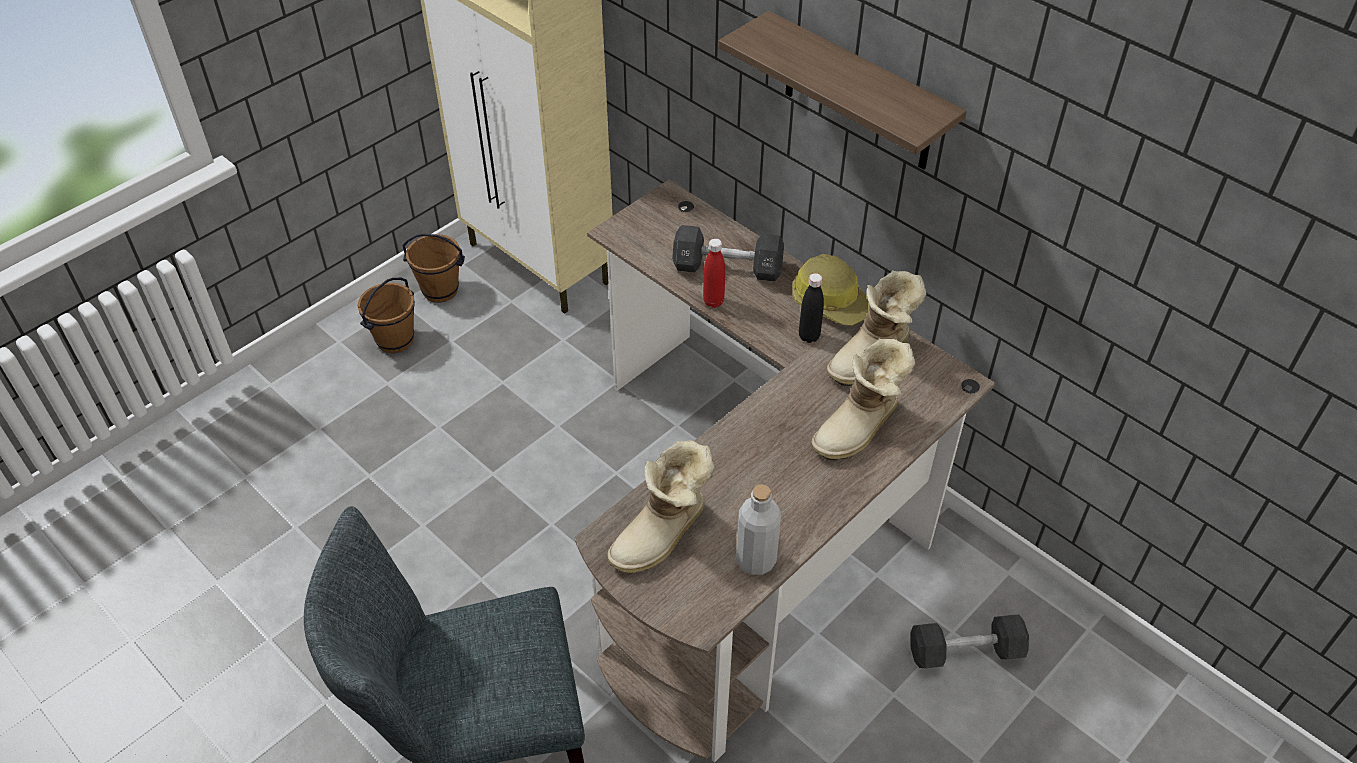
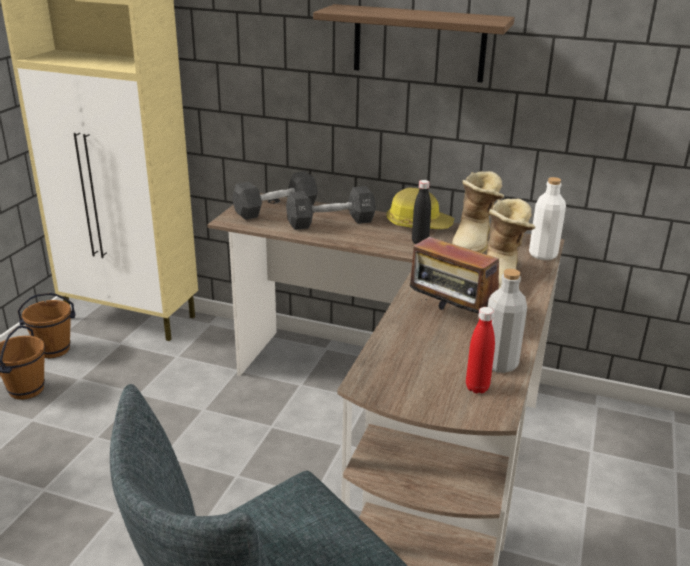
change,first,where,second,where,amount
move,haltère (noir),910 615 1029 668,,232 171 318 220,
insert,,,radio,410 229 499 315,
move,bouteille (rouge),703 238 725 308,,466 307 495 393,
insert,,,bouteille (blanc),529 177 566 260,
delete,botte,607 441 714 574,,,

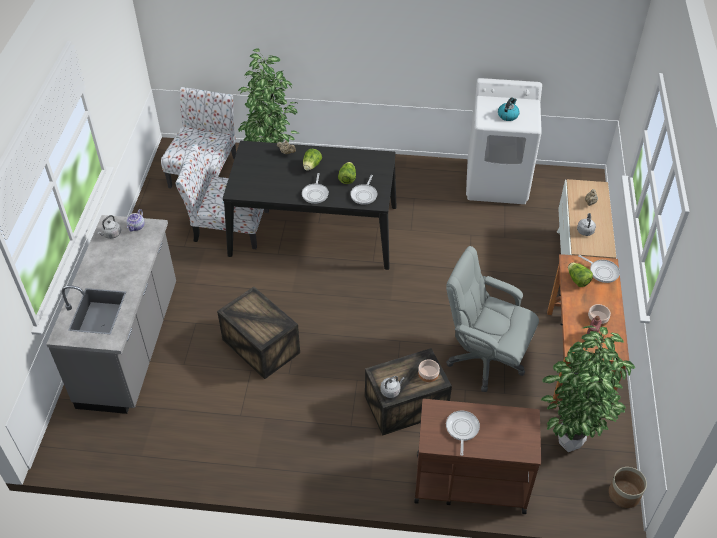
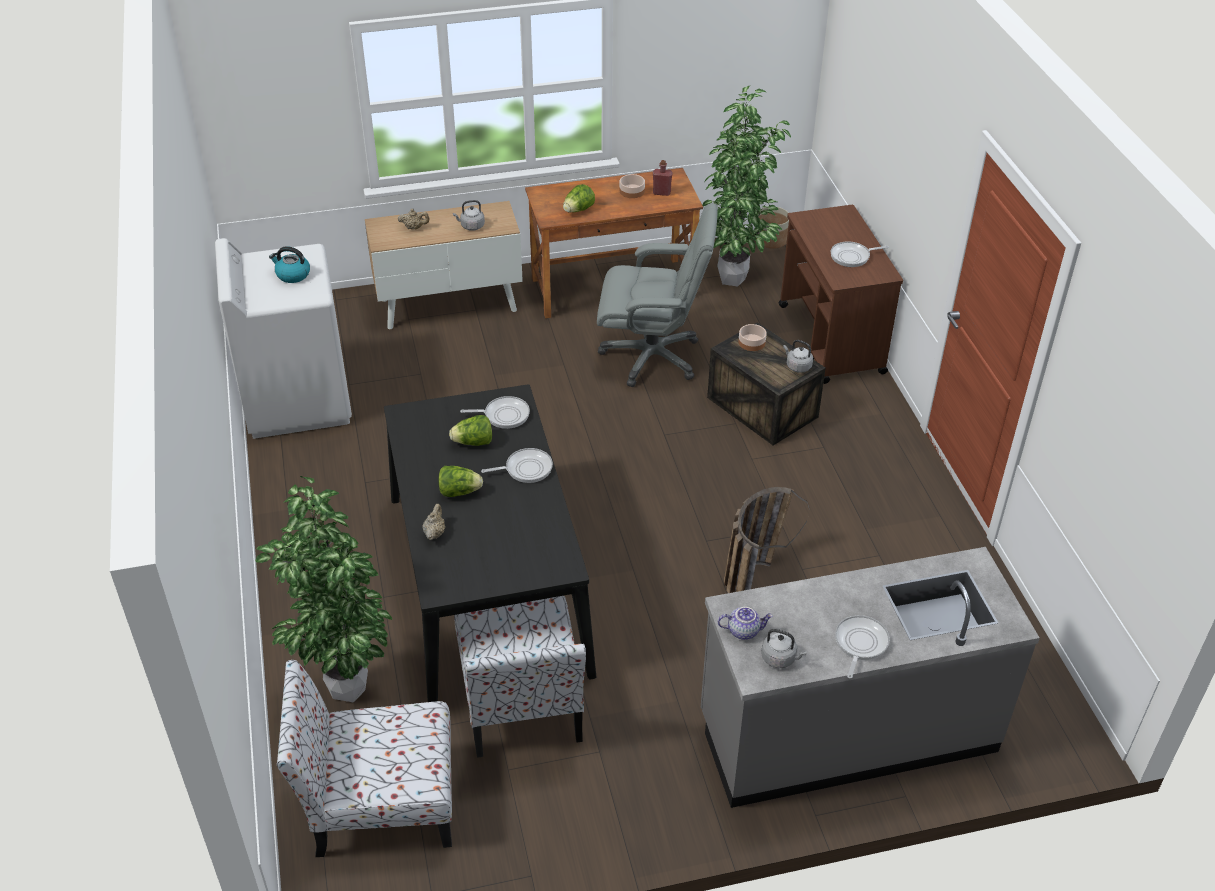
change,first,where,second,where,amount
rotate,chaise de bureau (gris),446 246 539 392,,597 203 718 387,90 degrees counterclockwise
replace,caisse,217 287 300 379,panier,724 487 810 593,
move,poêle,578 255 620 283,,835 615 890 679,

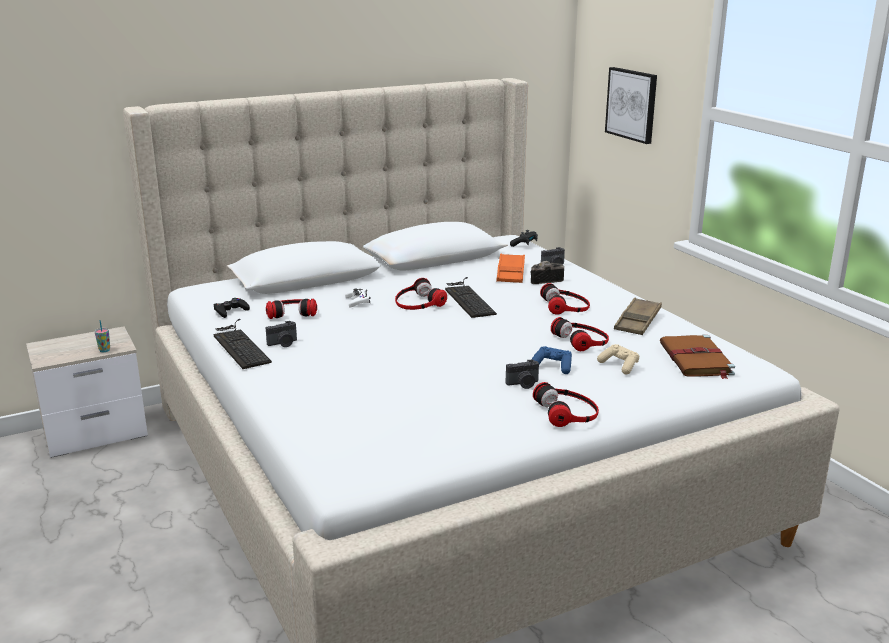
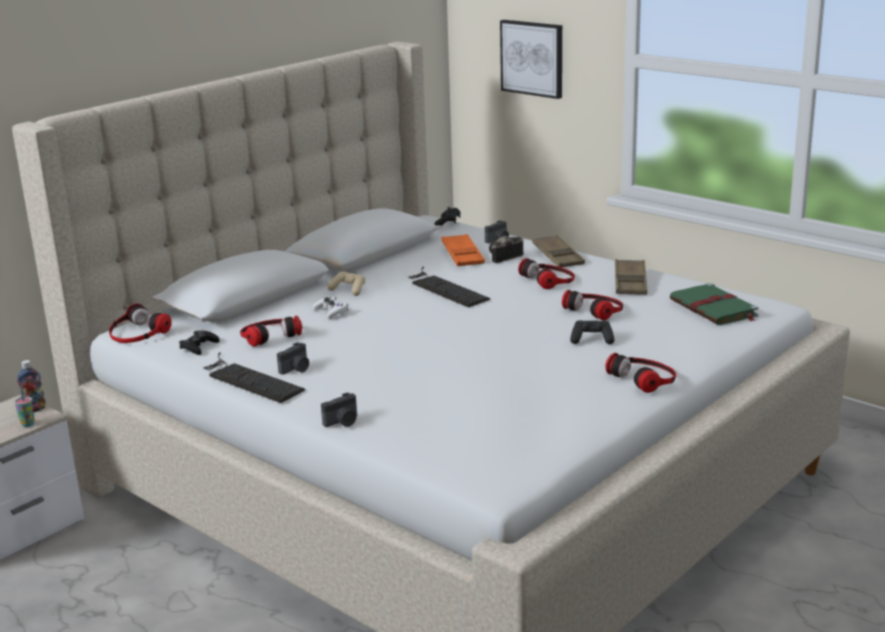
change,first,where,second,where,amount
insert,,,bouteille,17 360 45 412,
move,casque audio,395 278 447 310,,109 303 172 343,
move,appareil photo,506 359 539 389,,321 393 357 427,
move,manette (beige),597 344 639 375,,327 271 365 296,
insert,,,plateau (marron),532 235 585 267,
recolor,manette (bleu),531 346 572 374,manette (noir),570 320 615 344,
recolor,livre (marron),660 335 735 379,livre (vert),670 283 759 325,

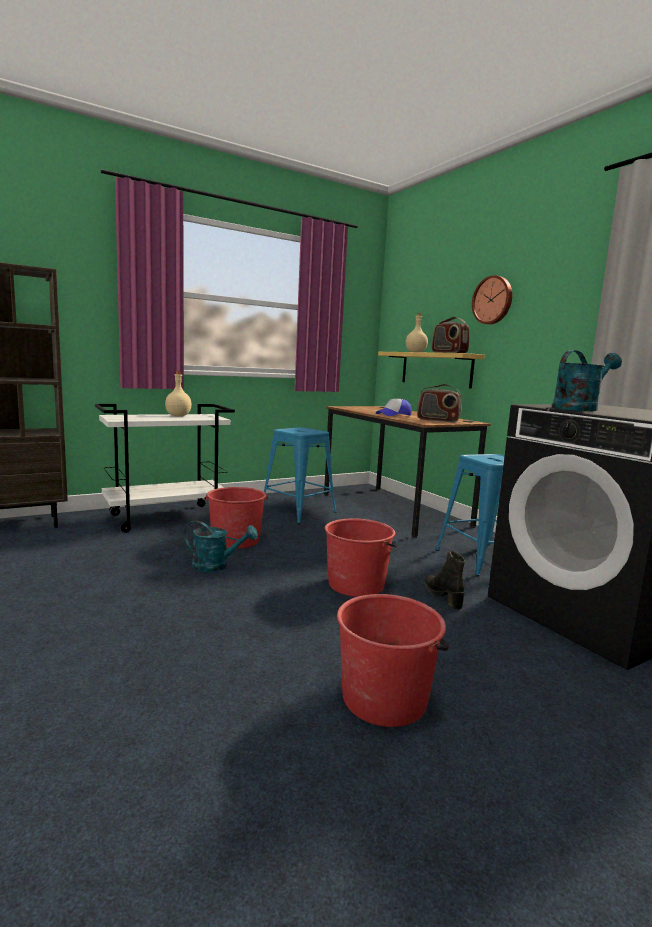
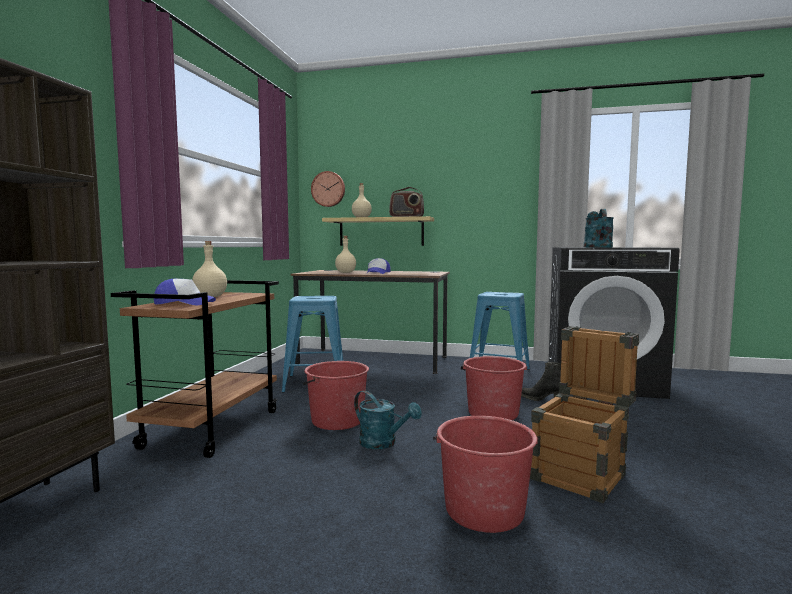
change,first,where,second,where,amount
recolor,chariot (blanc),95 404 235 533,chariot (marron),111 280 279 458,
insert,,,casquette,154 279 216 305,
move,horloge murale,472 275 512 324,,311 171 345 207,
insert,,,bouteille (beige),335 236 356 273,
rotate,arrosoir (turquoise),184 520 258 572,,354 390 422 449,75 degrees clockwise
move,seau (rouge),337 594 449 727,,433 416 539 533,
insert,,,caisse,530 326 639 503,
delete,radio,417 384 461 422,,,

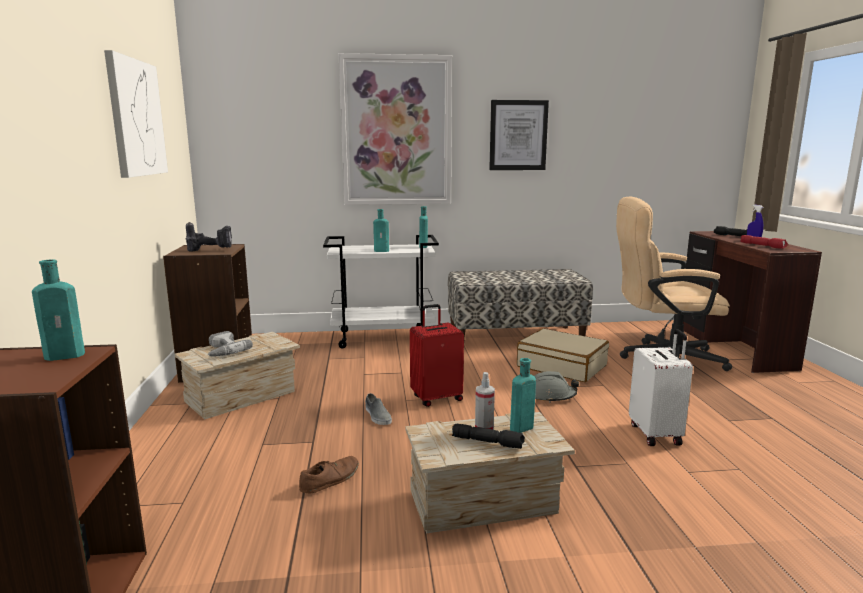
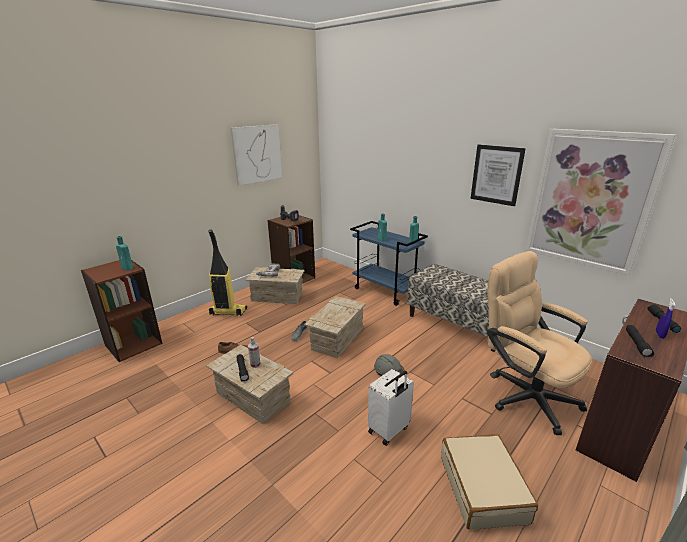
change,first,where,second,where,amount
insert,,,aspirateur,208 230 247 316,
replace,valise (rouge),410 304 464 407,caisse,304 296 366 358,
recolor,chariot (blanc),323 235 439 348,chariot (bleu),350 221 428 306,
move,valise (beige),517 328 609 382,,441 434 538 530,
move,tableau,339 53 452 205,,525 129 676 276,
recolor,lampe de poche (rouge),740 235 788 249,lampe de poche (noir),626 325 654 357,
delete,bouteille (turquoise),510 358 536 433,,,

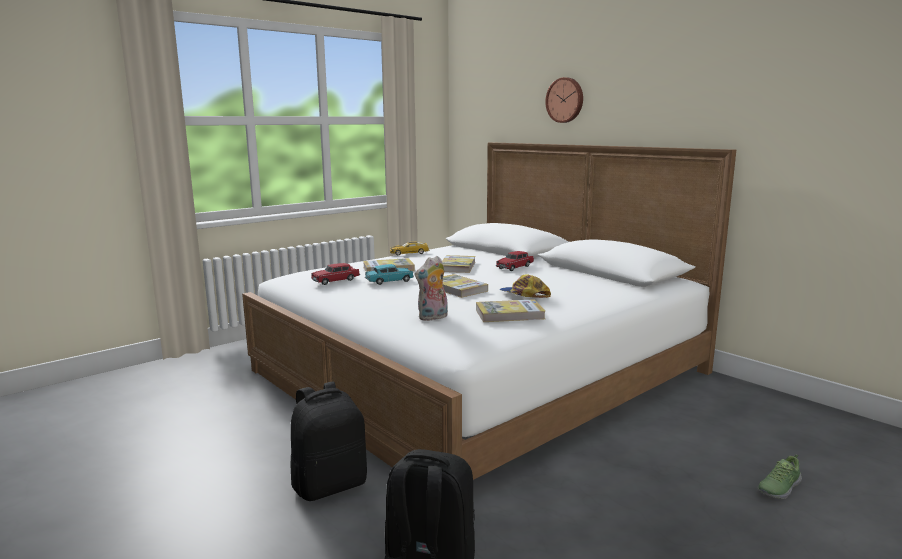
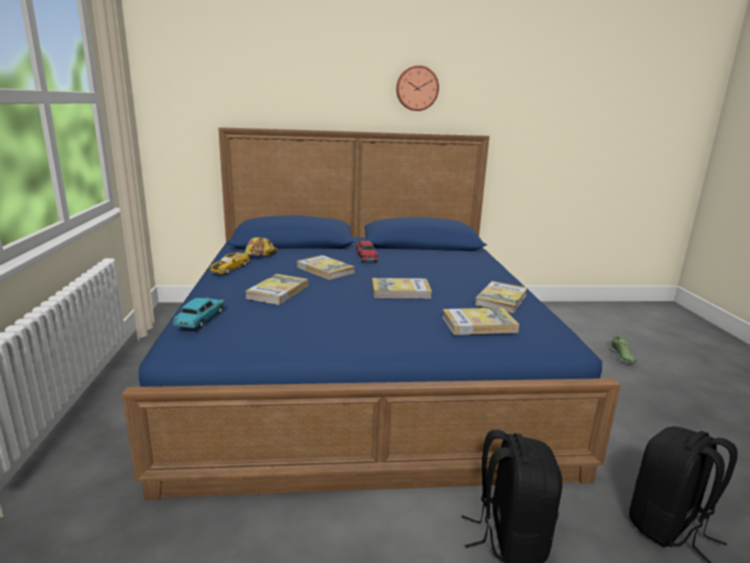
change,first,where,second,where,amount
recolor,lit (blanc),242 142 736 480,lit (bleu),122 127 621 501,
move,petite voiture (turquoise),365 264 414 285,,173 297 226 329,
move,casquette,500 274 551 298,,235 237 277 255,
move,horloge murale,545 77 583 123,,396 65 439 111,
replace,peluche,415 256 448 321,livre,442 308 519 335,
delete,petite voiture (rouge),311 263 360 285,,,

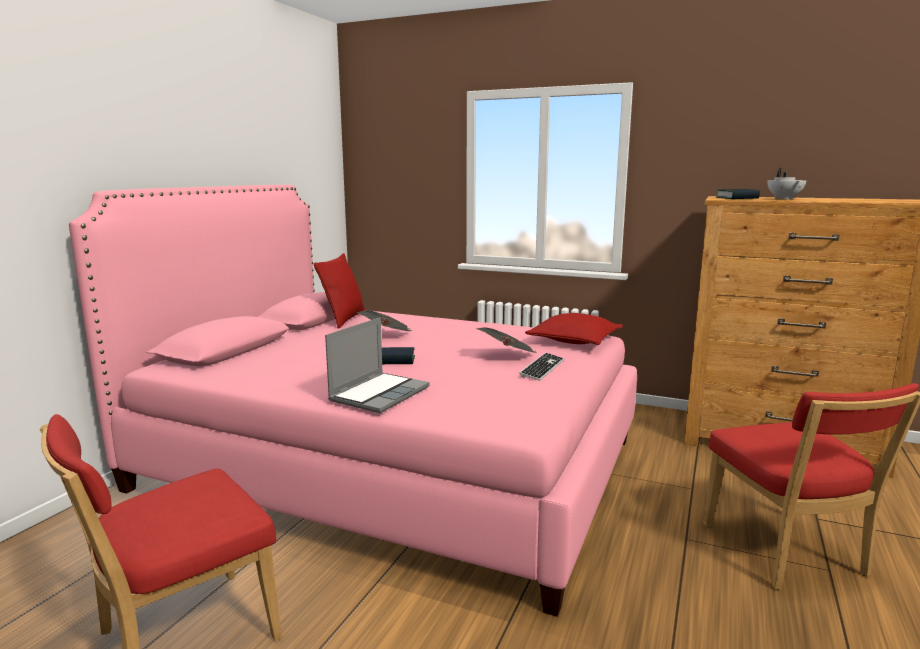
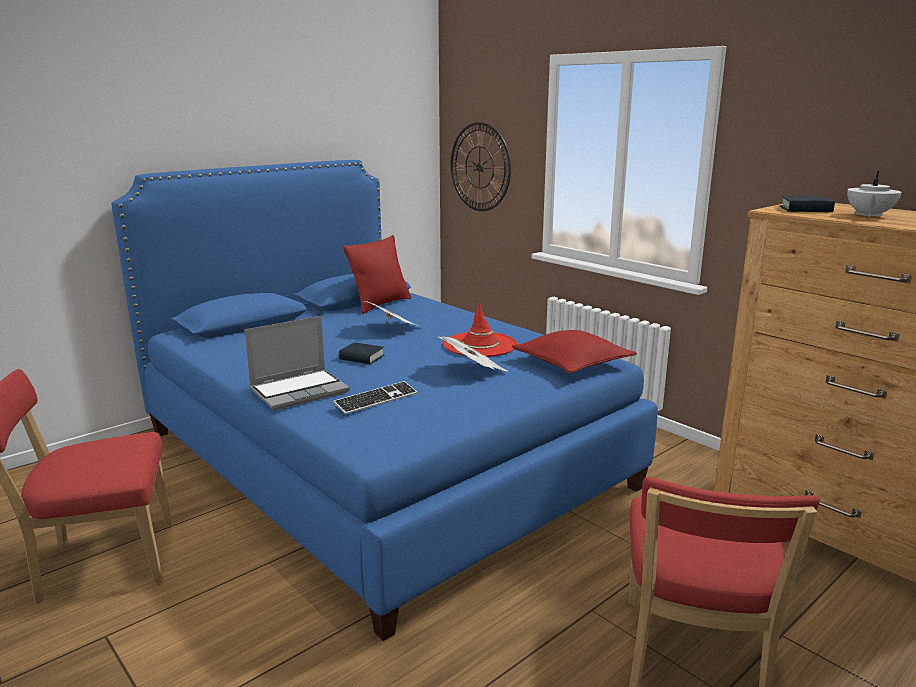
change,first,where,second,where,amount
recolor,lit (rose),69 185 637 617,lit (bleu),111 160 657 641,
move,clavier,519 353 564 381,,333 381 418 414,
insert,,,chapeau (rouge),444 302 517 357,
insert,,,horloge murale,451 122 511 211,

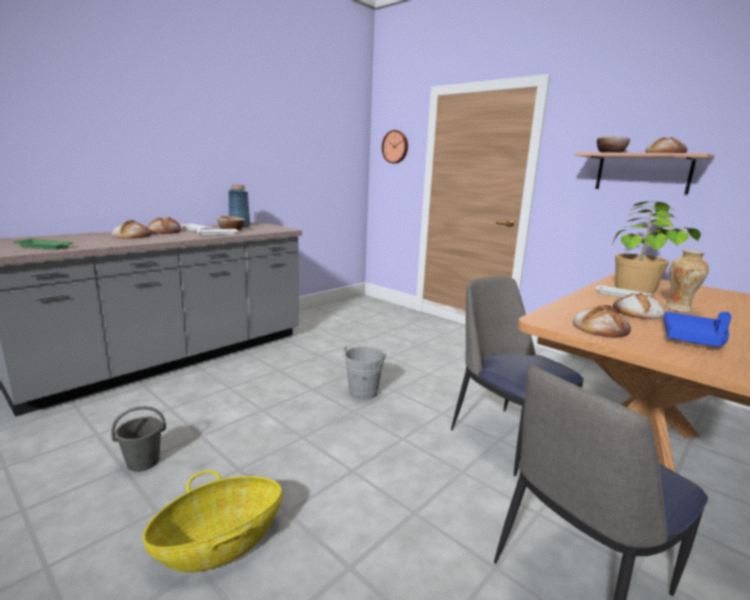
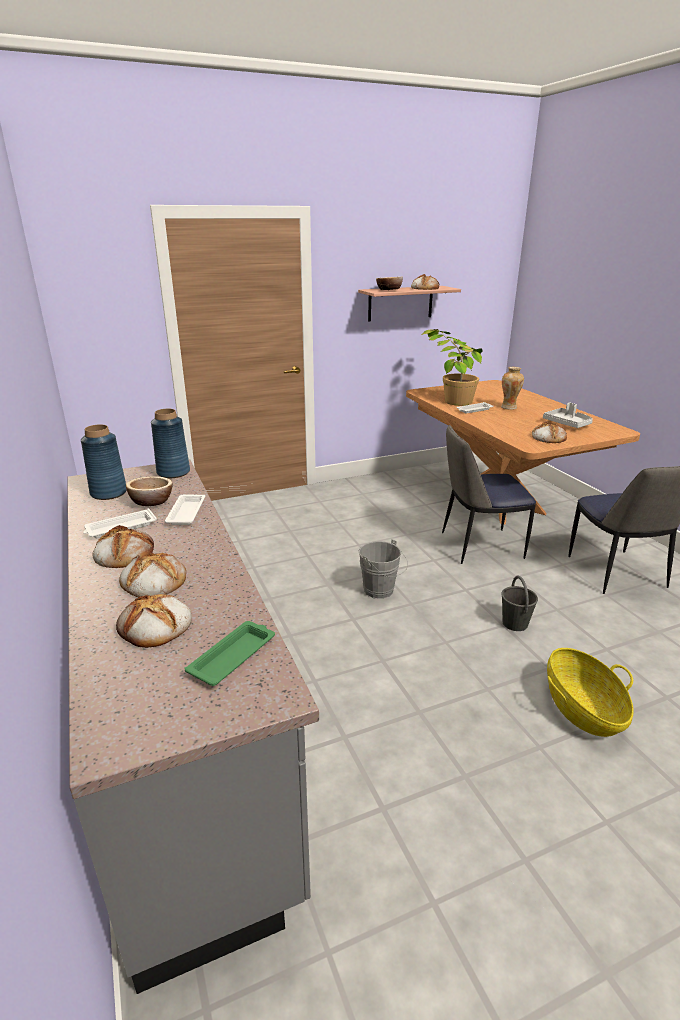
change,first,where,second,where,amount
move,pain,613 293 665 319,,116 594 192 648,
insert,,,vase (bleu),151 409 190 478,
move,seau (gris),111 406 166 472,,501 576 538 631,
recolor,plateau (bleu),663 311 732 347,plateau (gris),543 403 593 428,
delete,horloge murale,382 130 408 164,,,

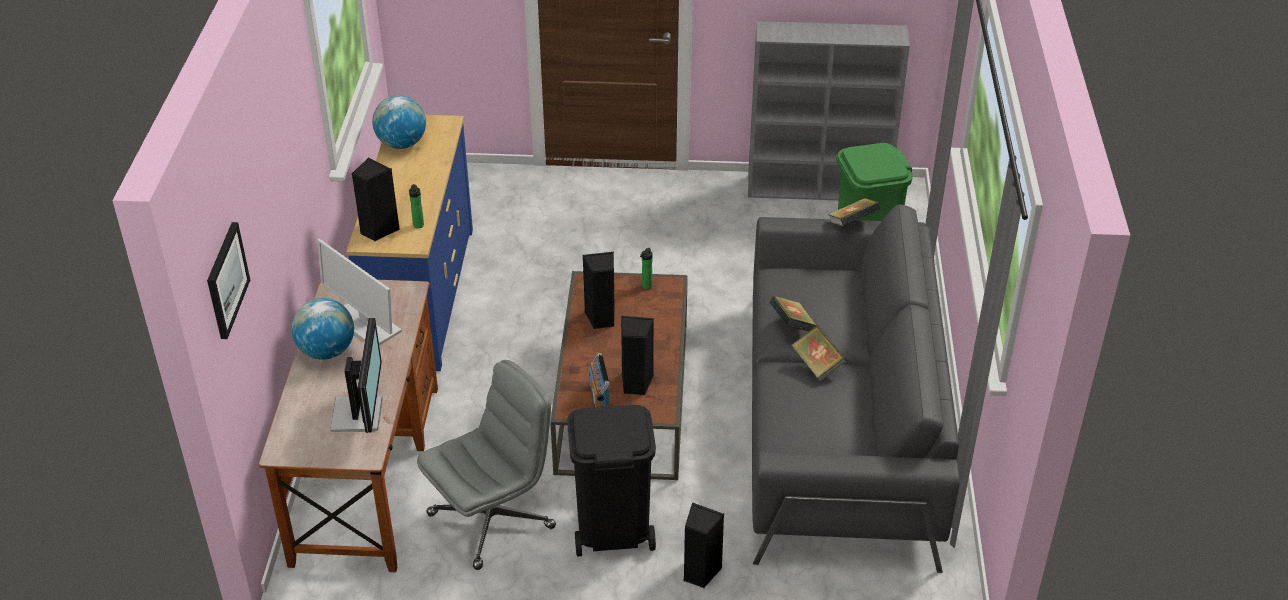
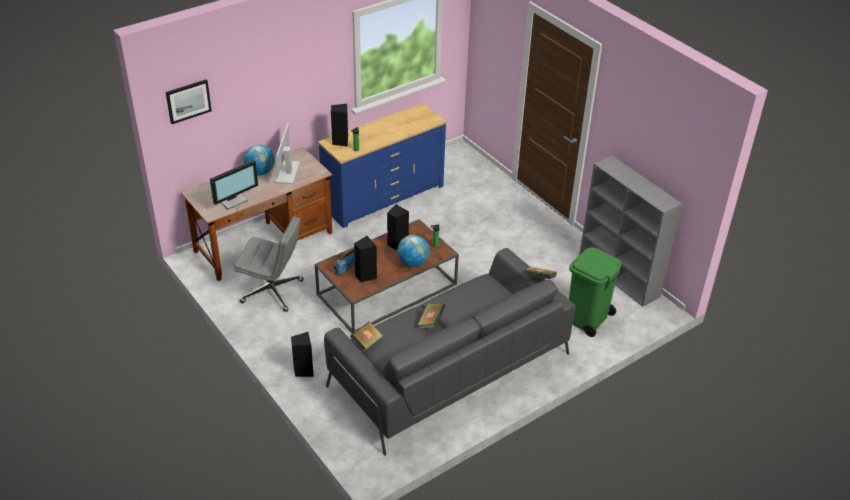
change,first,where,second,where,amount
move,livre,769 296 817 332,,350 321 383 352,
move,globe,372 95 426 149,,397 235 430 267,
delete,poubelle (noir),567 405 656 557,,,

